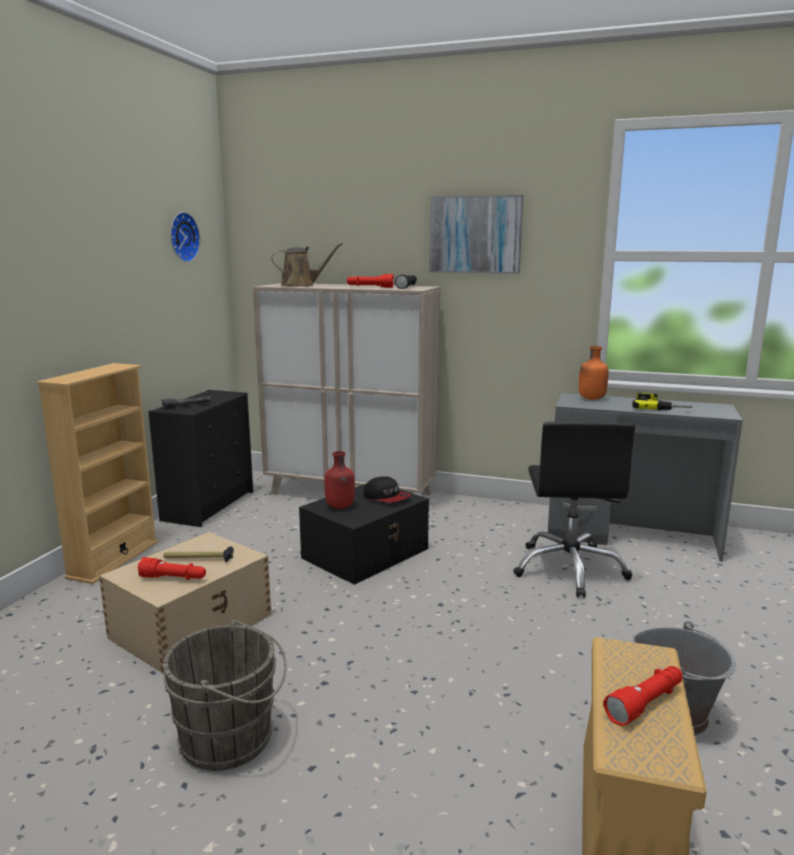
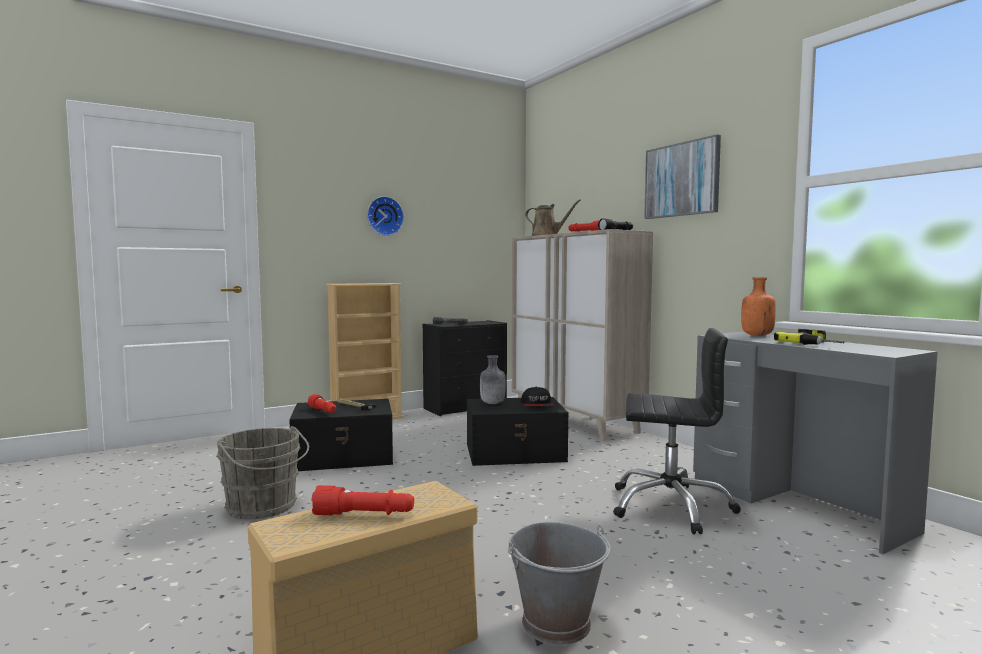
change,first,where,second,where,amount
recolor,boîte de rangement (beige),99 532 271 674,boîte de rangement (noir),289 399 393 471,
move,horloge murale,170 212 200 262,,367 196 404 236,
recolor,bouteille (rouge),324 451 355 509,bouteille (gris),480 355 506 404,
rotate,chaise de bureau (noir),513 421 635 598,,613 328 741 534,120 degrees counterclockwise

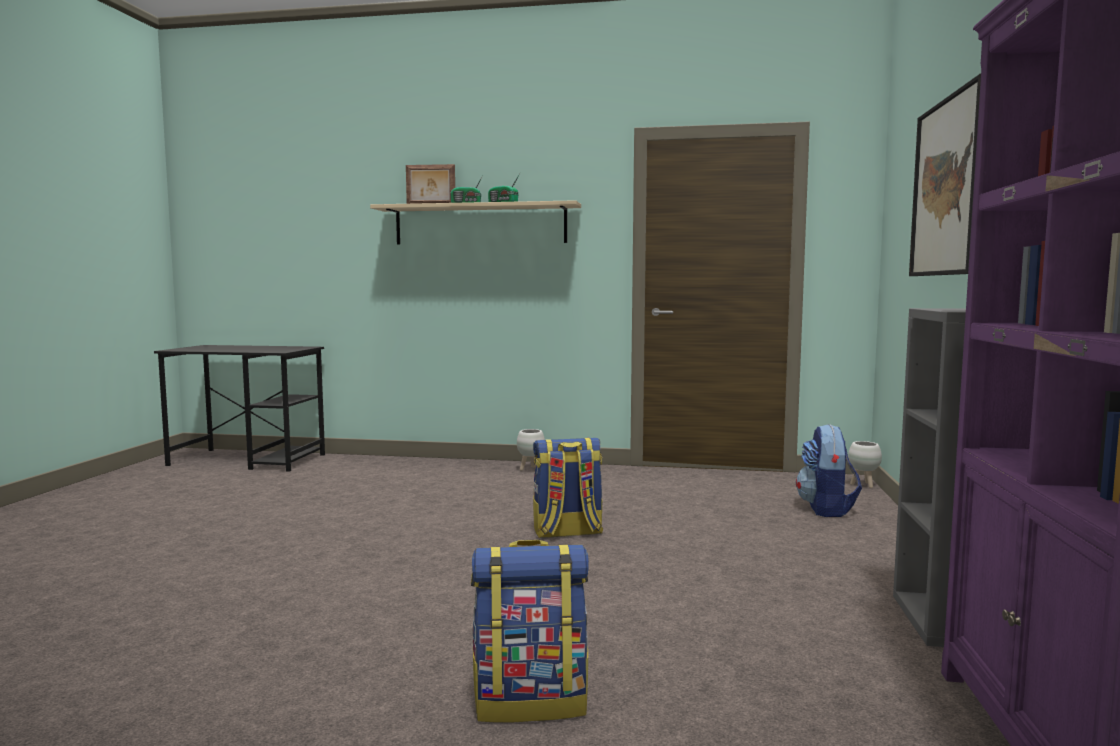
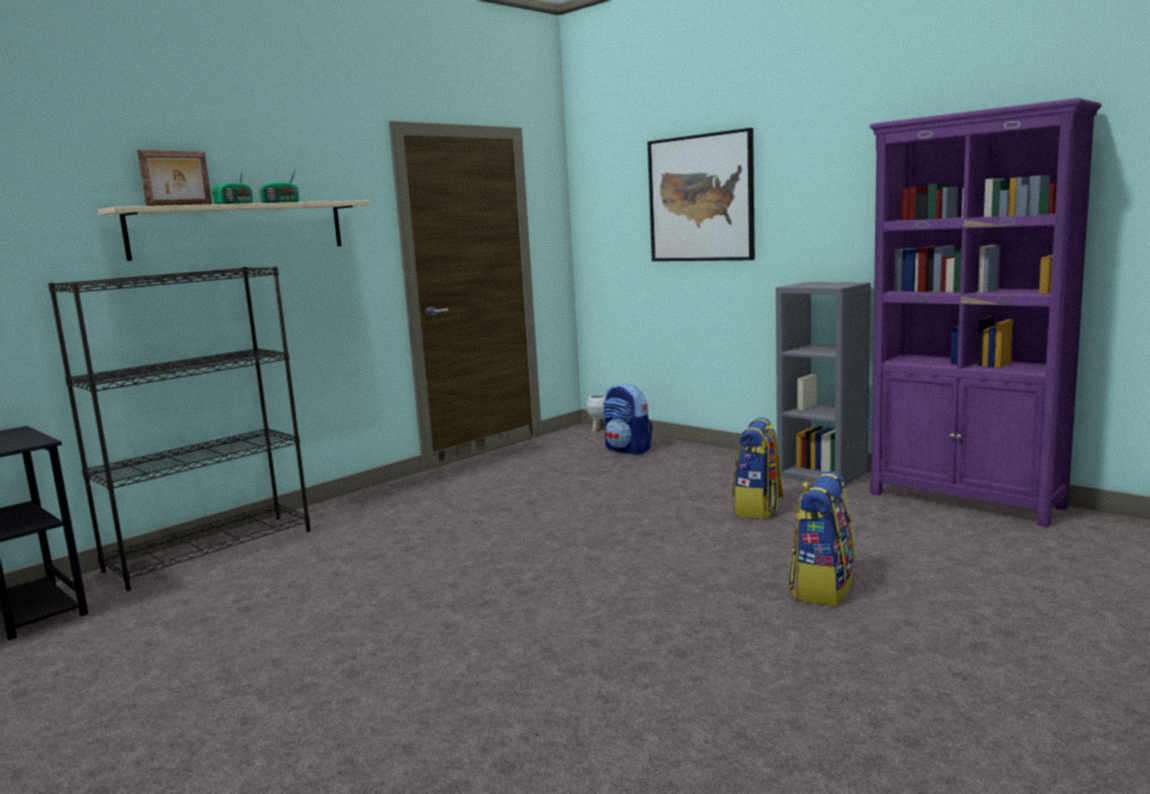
change,first,where,second,where,amount
insert,,,bibliothèque (noir),48 267 311 591,
move,sac à dos,533 438 603 538,,732 418 784 519,
delete,cache-pot (blanc),517 429 545 471,,,

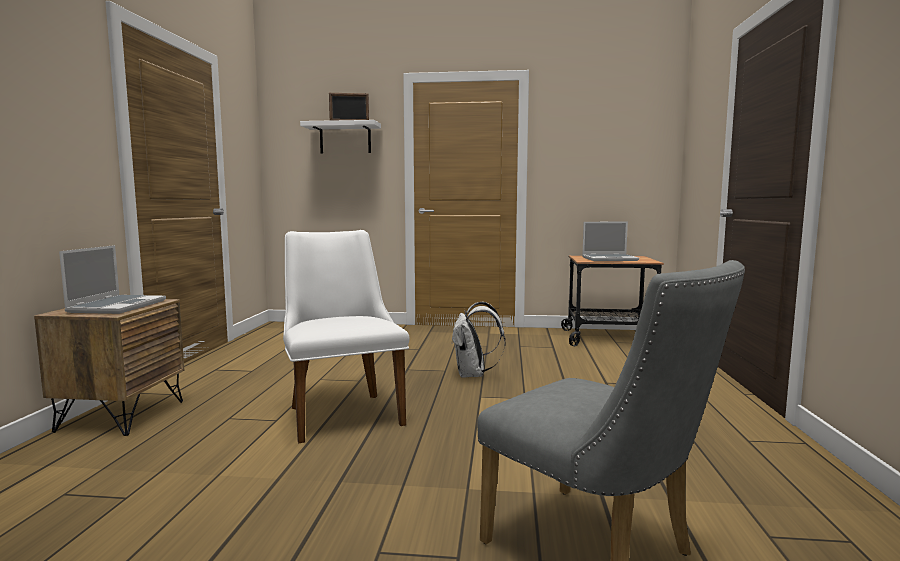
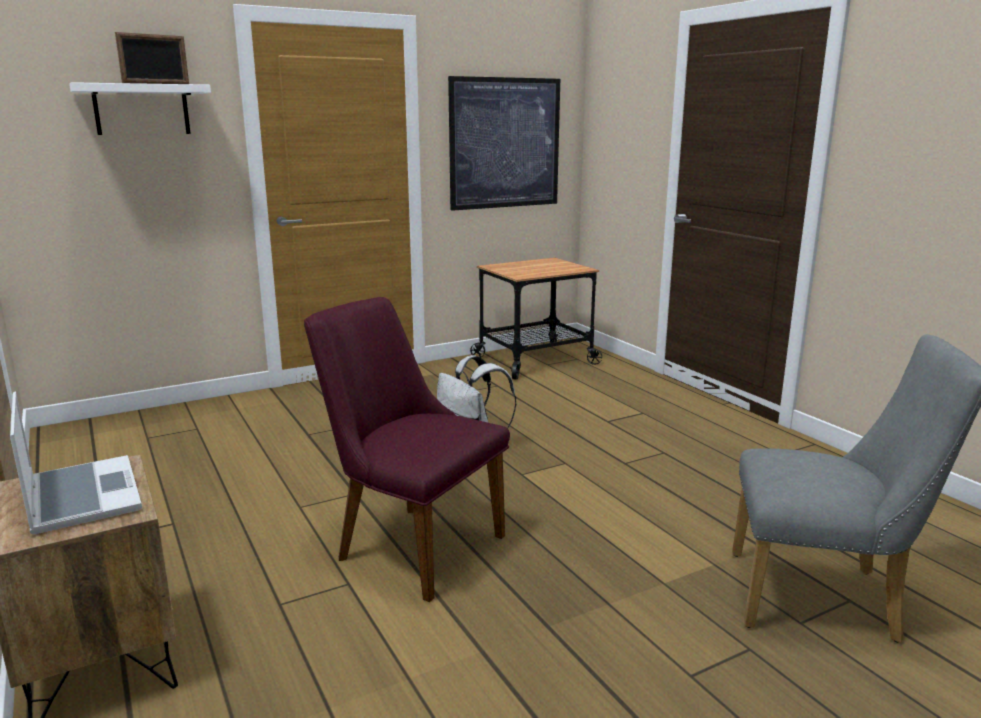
change,first,where,second,where,amount
recolor,chaise (blanc),283 230 409 444,chaise (violet),304 297 510 602,
insert,,,tableau,448 76 560 211,
delete,ordinateur portable,582 222 639 261,,,

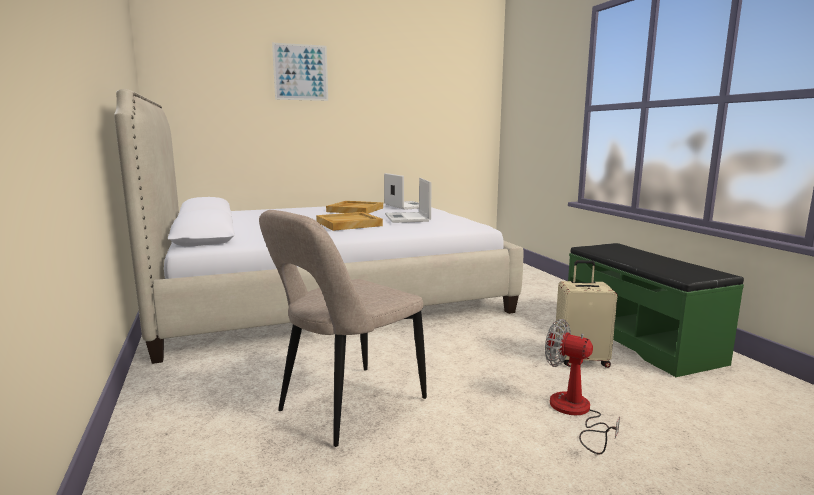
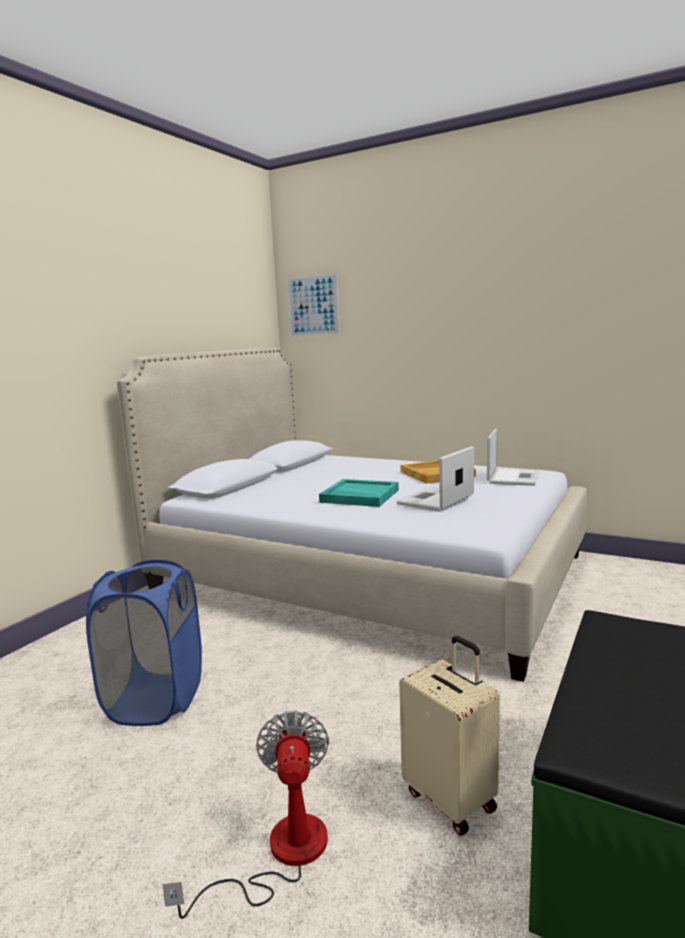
change,first,where,second,where,amount
replace,chaise (beige),259 210 427 447,panier à linge (bleu),86 560 202 726,
move,tableau,272 43 328 101,,287 273 340 337,
recolor,plateau (beige),316 212 383 231,plateau (turquoise),319 479 399 507,

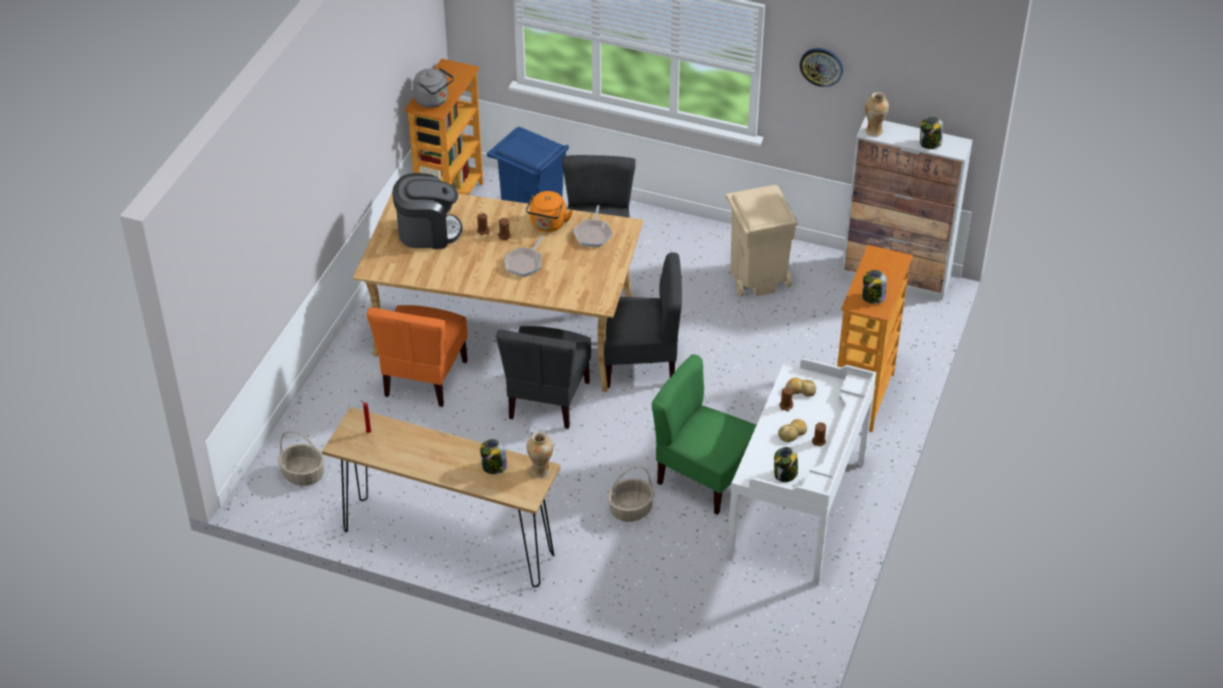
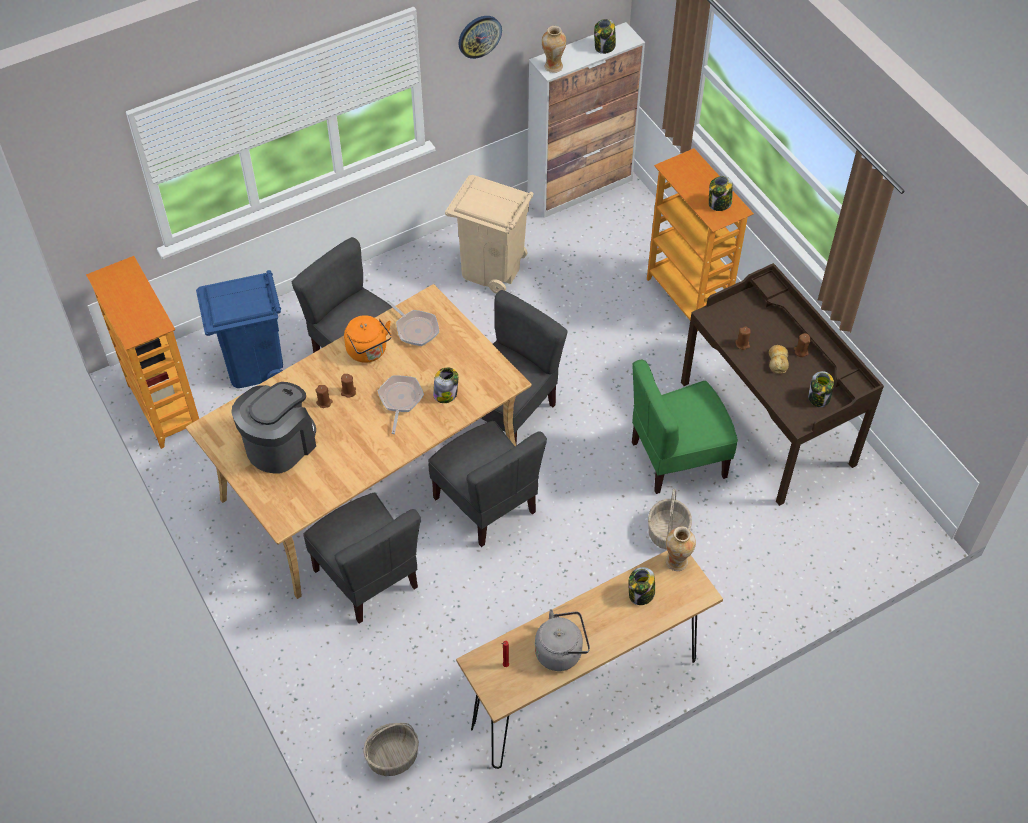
change,first,where,second,where,amount
recolor,chaise (orange),367 305 468 407,chaise (gris),303 493 420 624,
rotate,poêle,505 235 544 277,,378 375 424 434,150 degrees counterclockwise
insert,,,bocal,433 367 458 403,
move,bouilloire (gris),413 68 454 108,,535 609 590 671,
recolor,bureau (blanc),727 358 876 586,bureau (marron),681 263 884 506,
delete,pain,786 378 816 397,,,

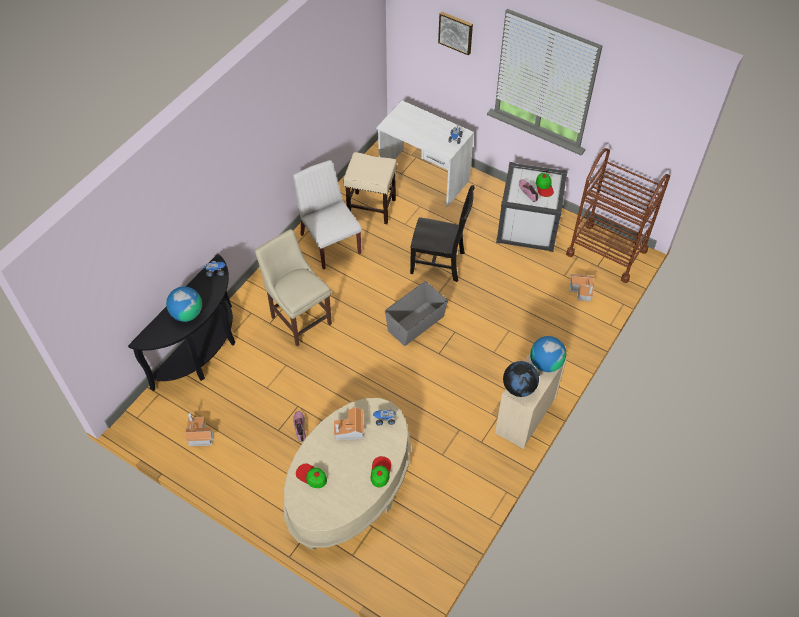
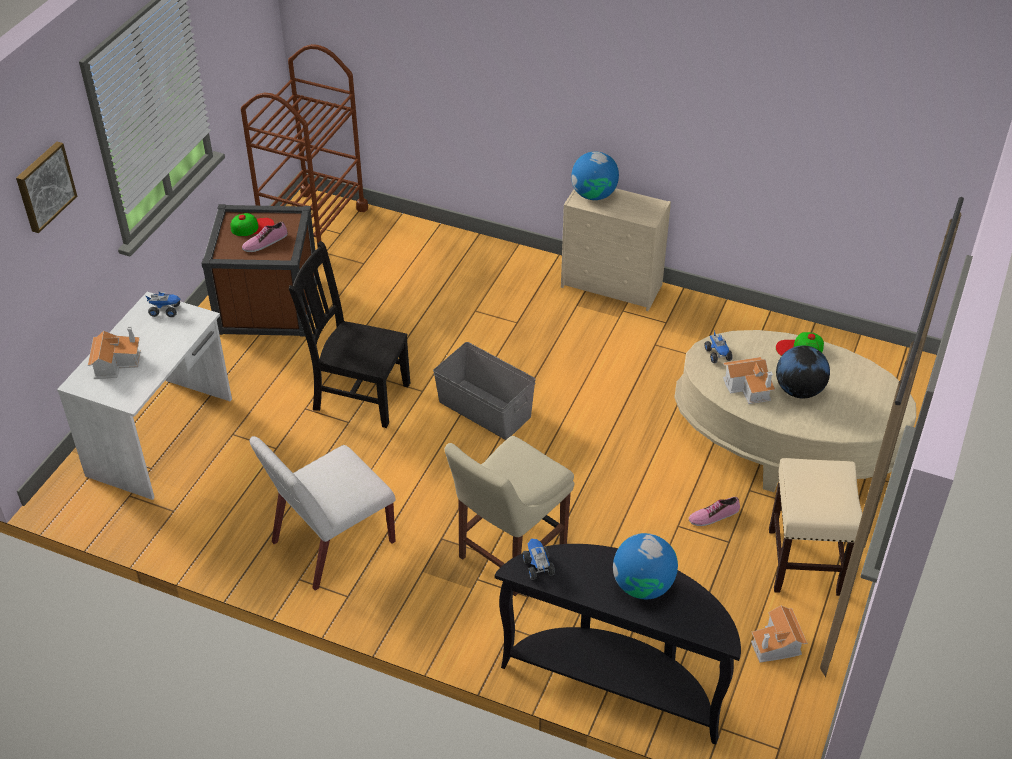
change,first,where,second,where,amount
move,maison miniature,569 274 594 301,,88 326 141 379,
recolor,boîte de rangement (blanc),496 162 568 252,boîte de rangement (marron),201 204 319 337,
rotate,chaise (noir),410 185 475 282,,289 241 410 428,75 degrees counterclockwise
move,tabouret (beige),343 152 397 224,,769 458 862 596,
move,globe,503 361 539 397,,776 345 830 398,
delete,casquette,296 464 327 488,,,

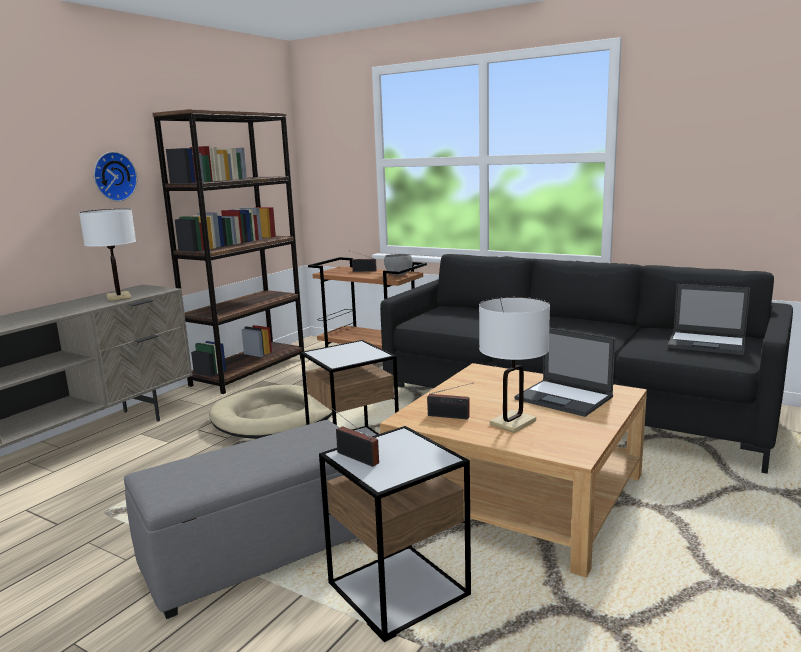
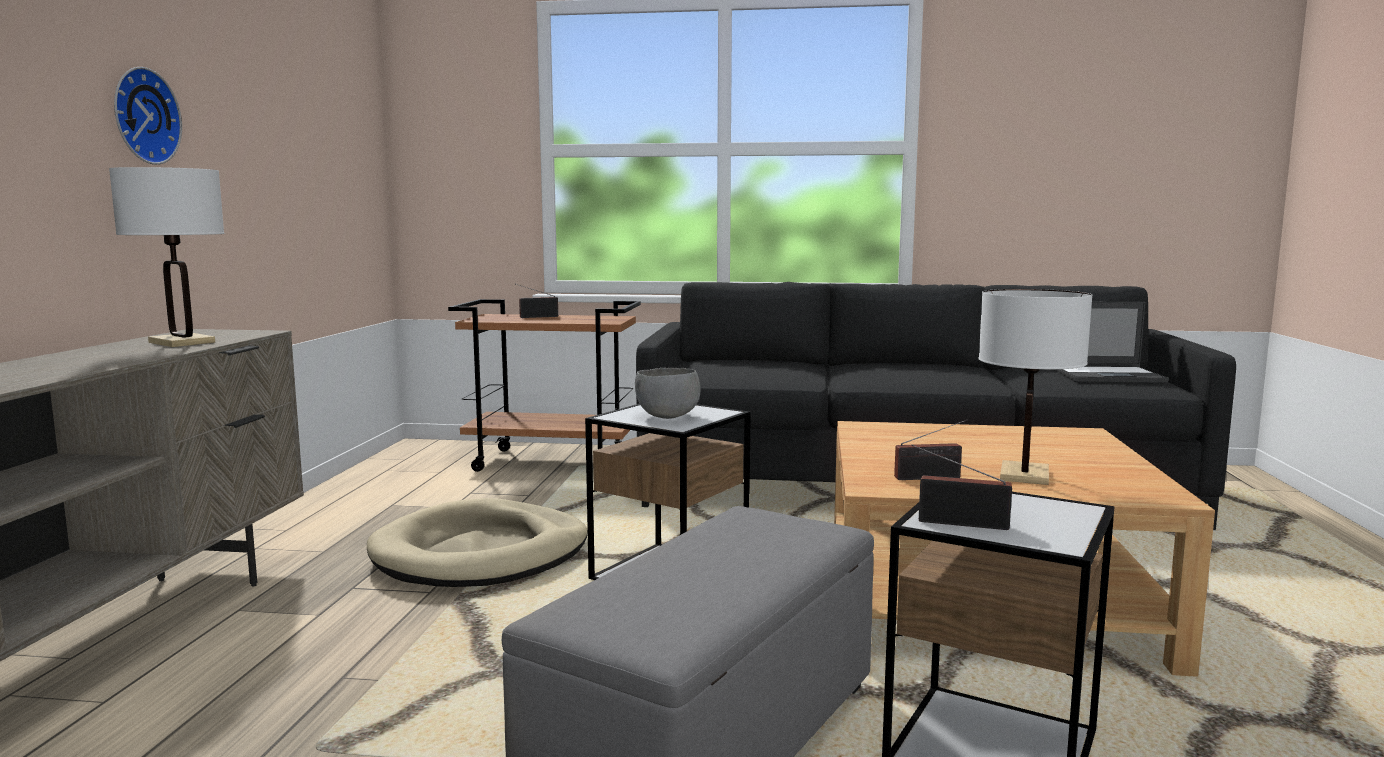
change,first,where,second,where,amount
move,bol (gris),384 254 413 276,,635 368 701 419,
delete,bibliothèque (marron),152 109 305 394,,,
delete,ordinateur portable,514 328 615 417,,,

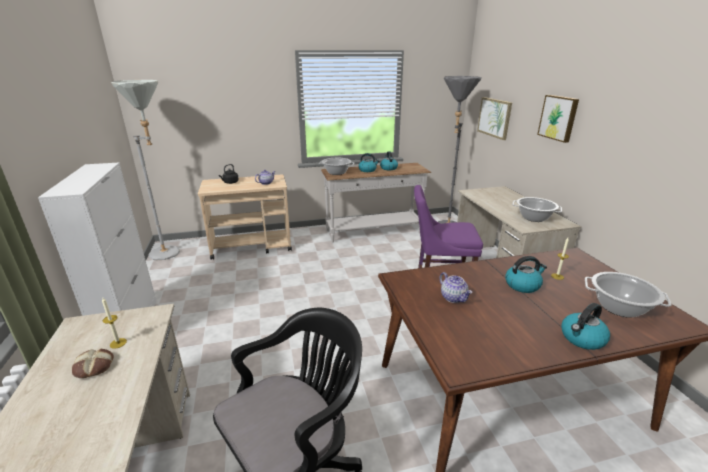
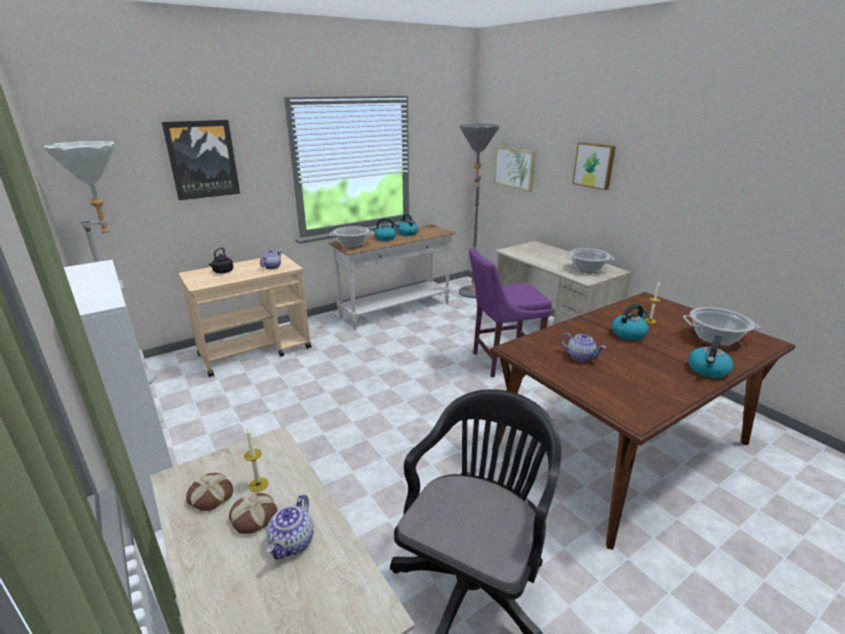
change,first,where,second,where,amount
insert,,,tableau,162 120 240 200,
insert,,,pain,186 473 233 511,
insert,,,théière,267 494 314 560,

